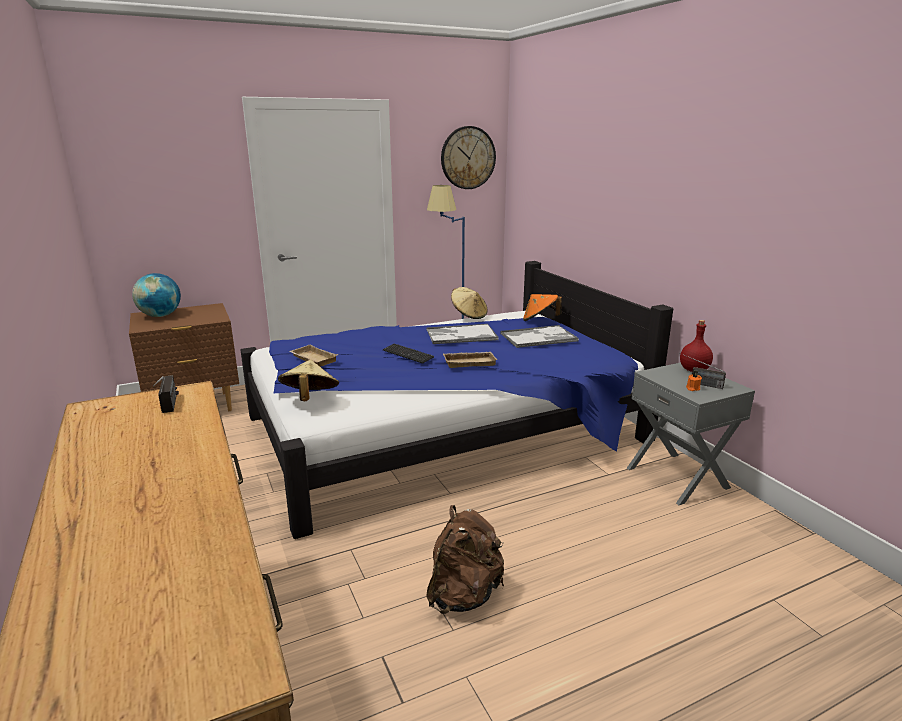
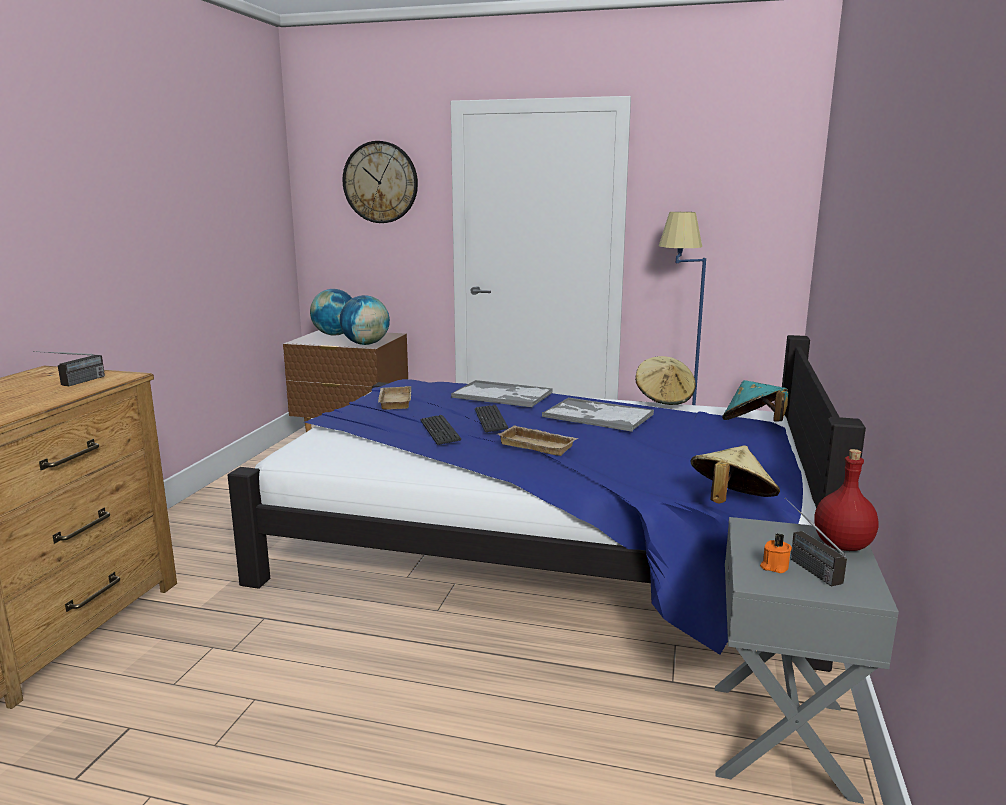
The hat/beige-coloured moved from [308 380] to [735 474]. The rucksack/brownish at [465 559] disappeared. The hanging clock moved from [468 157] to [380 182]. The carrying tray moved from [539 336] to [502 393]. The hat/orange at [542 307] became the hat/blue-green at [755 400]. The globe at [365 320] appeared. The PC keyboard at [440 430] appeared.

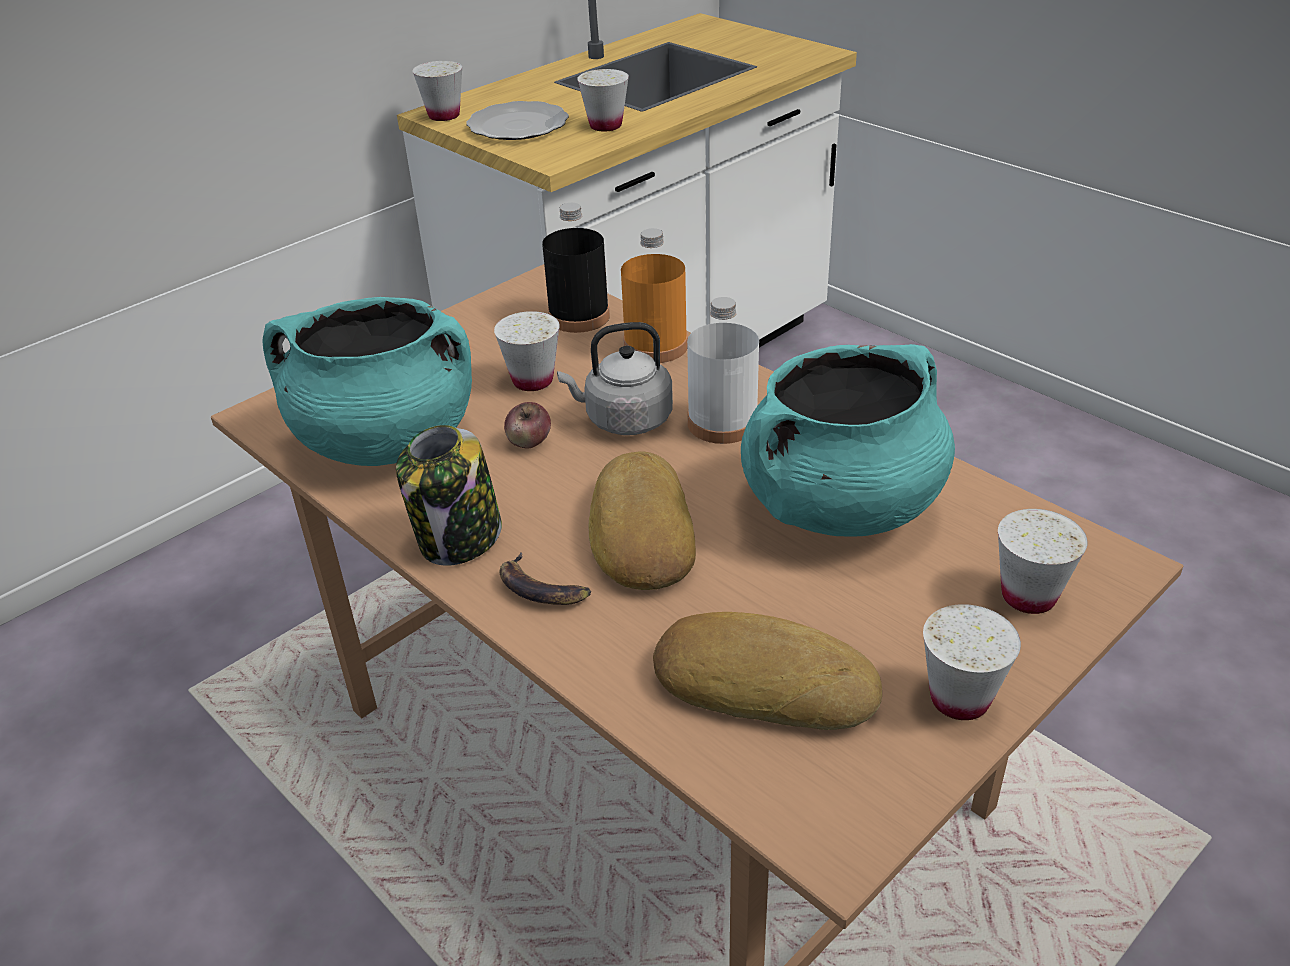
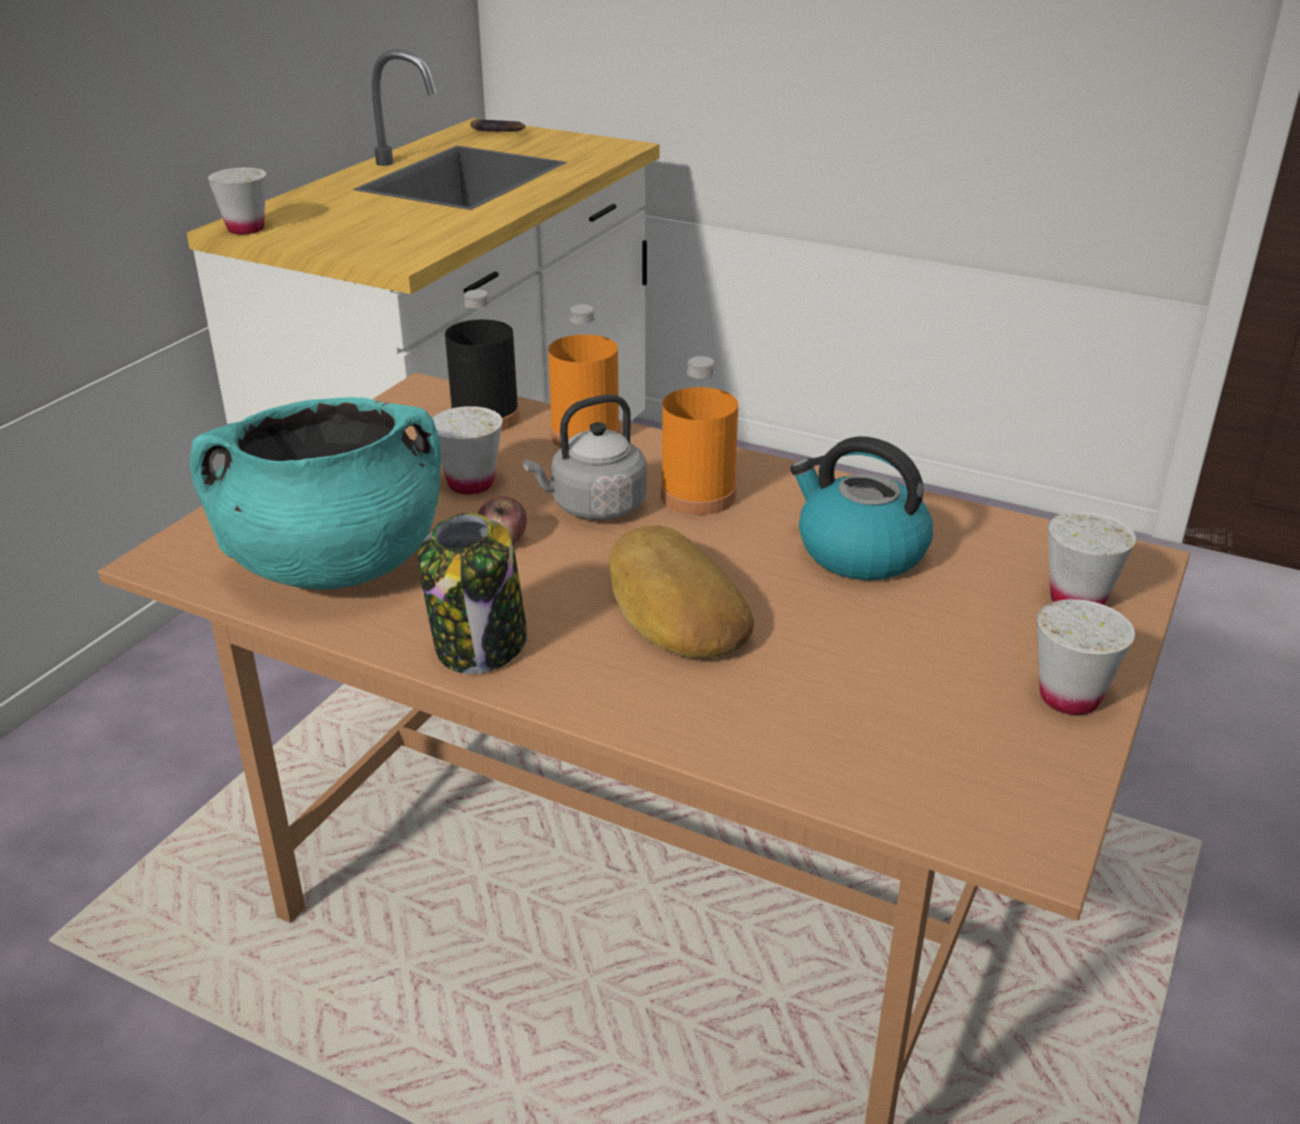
The plate at [517 120] disappeared. The banana fruit moved from [545 578] to [498 126]. The drinking cup/whitish at [603 100] disappeared. The baked bread at [767 671] disappeared. The bottle/whitish at [723 370] became the bottle/orange at [699 435]. The saucepot/blue-green at [848 440] was replaced by the kettle at [861 508].

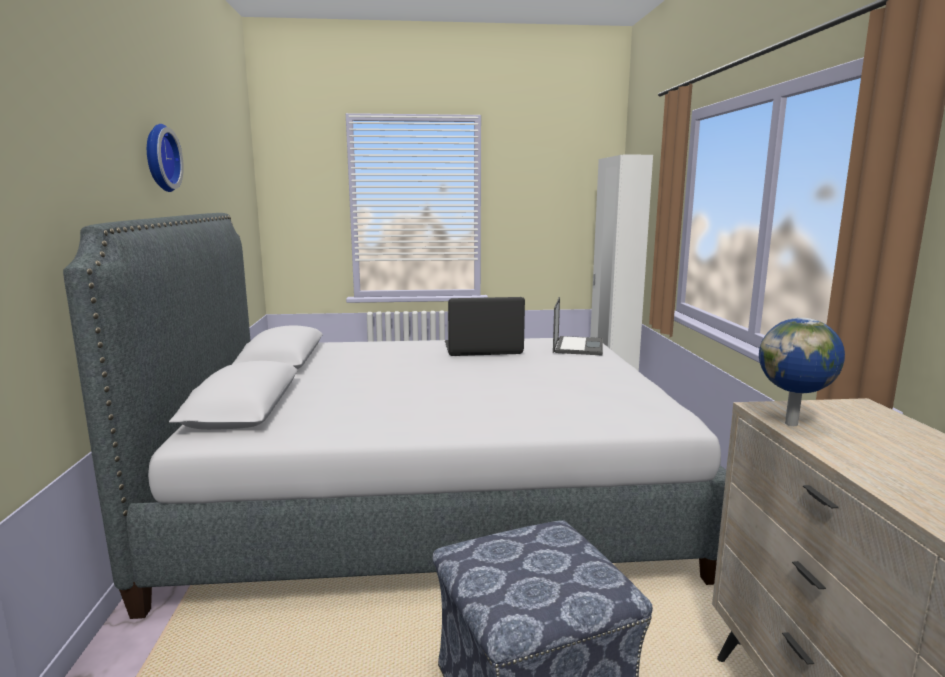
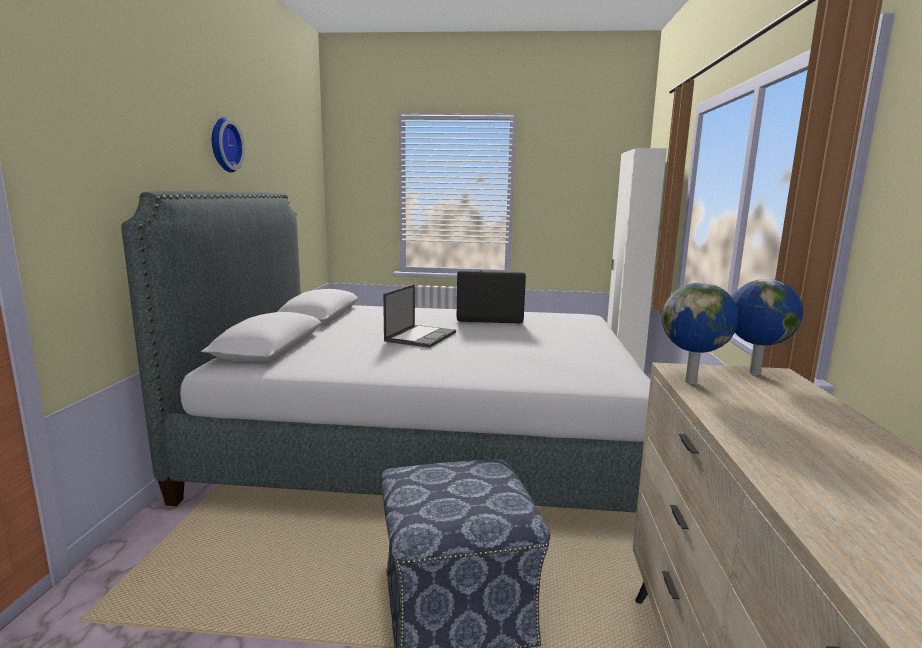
The notebook computer moved from [578 326] to [419 316]. The globe at [767 327] appeared.

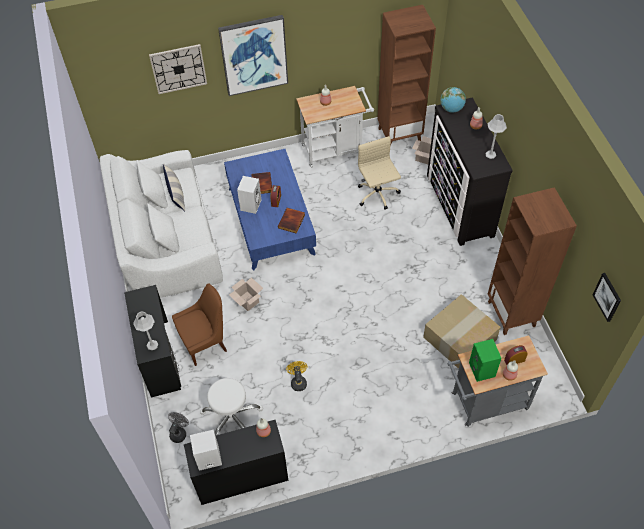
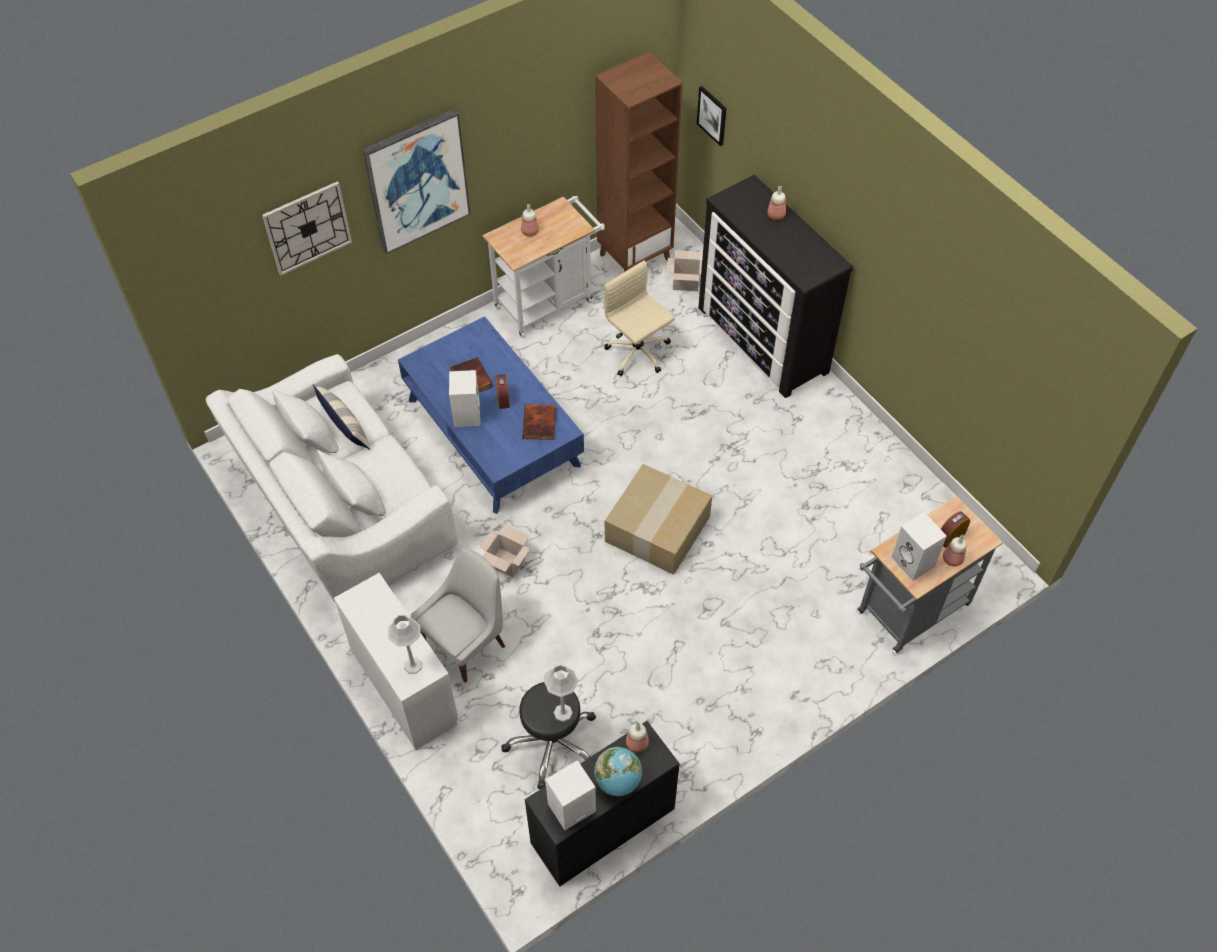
The desk/black at [152 341] became the desk/whitish at [396 661]. The electric fan/gray at [178 427] disappeared. The upright chair/brownish at [199 324] became the upright chair/whitish at [458 615]. The sitting stool/whitish at [231 407] became the sitting stool/black at [549 735]. The electric fan/yellow at [296 376] disappeared. The packing box moved from [462 331] to [658 519]. The globe moved from [453 100] to [618 771]. The speaker/greenish at [485 360] became the speaker/whitish at [919 546]. The tabletop lamp/gray moved from [496 136] to [561 693]. The shelving unit/brownish at [532 261] disappeared. The wall picture moved from [607 297] to [711 116].

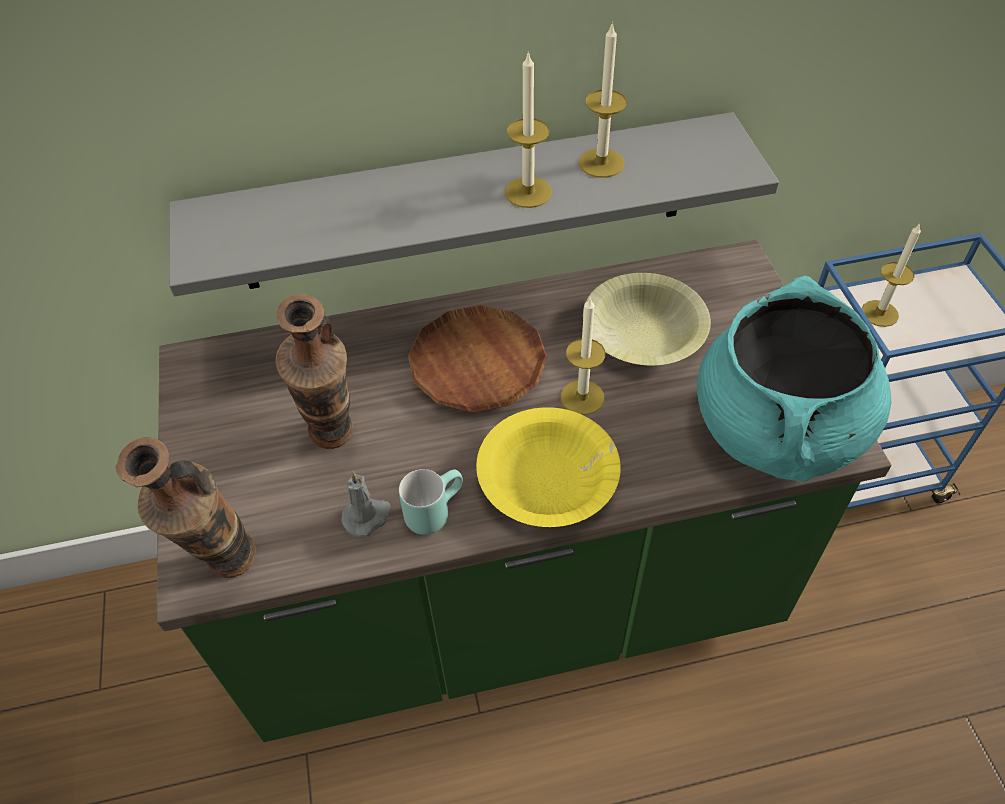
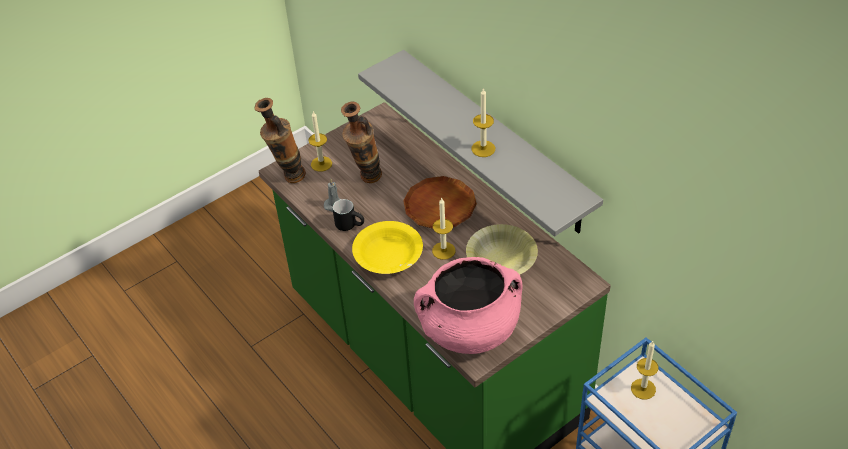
The coffee mug/blue-green at [431 502] became the coffee mug/black at [348 215]. The wax candle moved from [603 100] to [320 141]. The saucepot/blue-green at [794 379] became the saucepot/pink-coloured at [468 305].

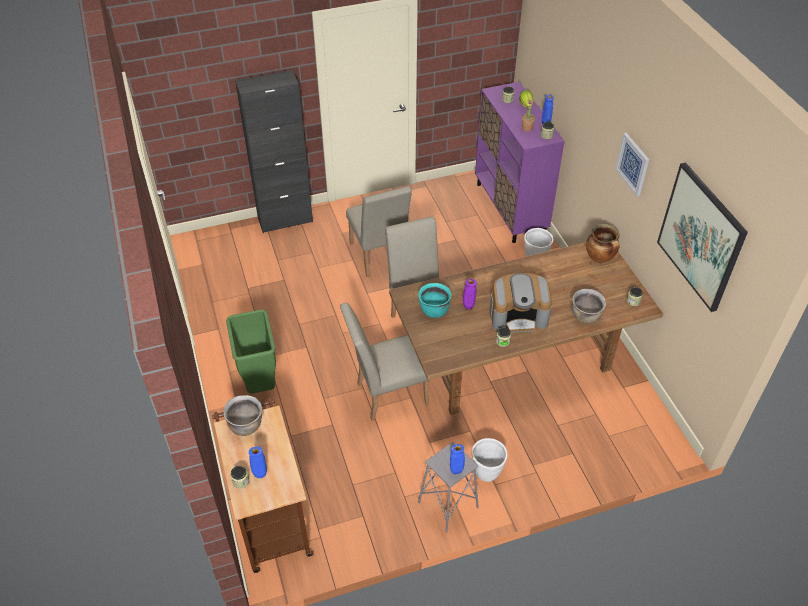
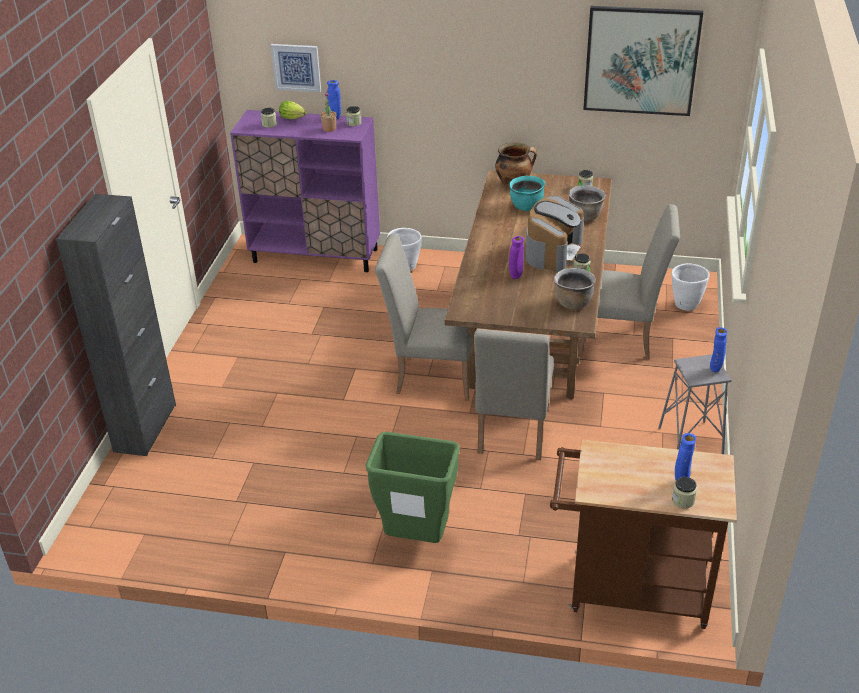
The saucepot/brownish moved from [242 415] to [575 289]. The upright chair/beige-coloured moved from [379 231] to [629 281]. The saucepot/blue-green moved from [435 300] to [527 193]. The planter/whitish moved from [490 460] to [690 287]. The wall picture moved from [632 164] to [296 68].

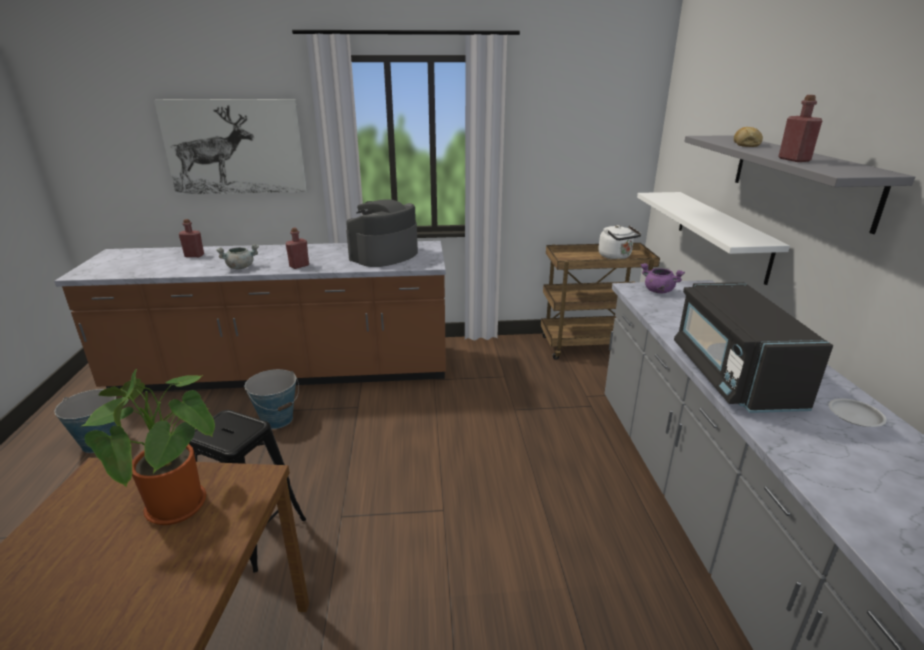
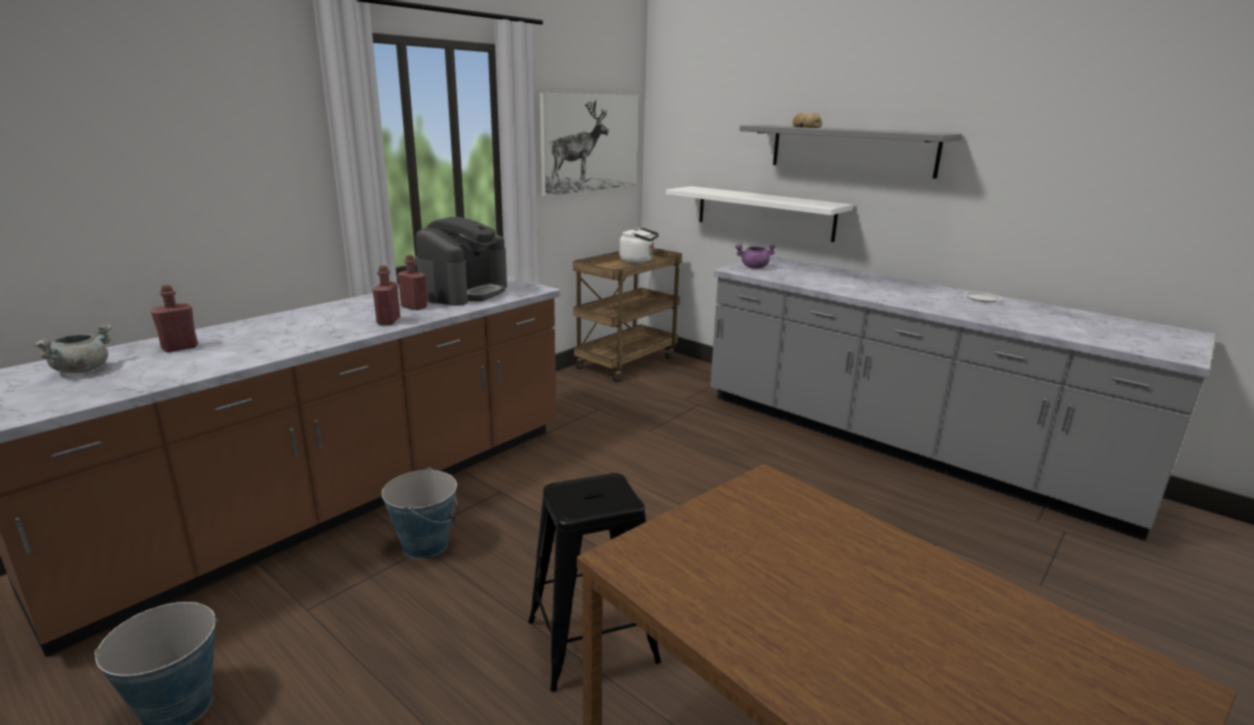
The houseplant at [148 447] disappeared. The wall picture moved from [230 147] to [589 144]. The saucepot/gray moved from [237 256] to [73 348]. The coffee brewer at [382 233] turned 150 degrees counterclockwise. The microwave/black at [753 347] disappeared. The bottle/red-coloured moved from [800 128] to [412 282].

